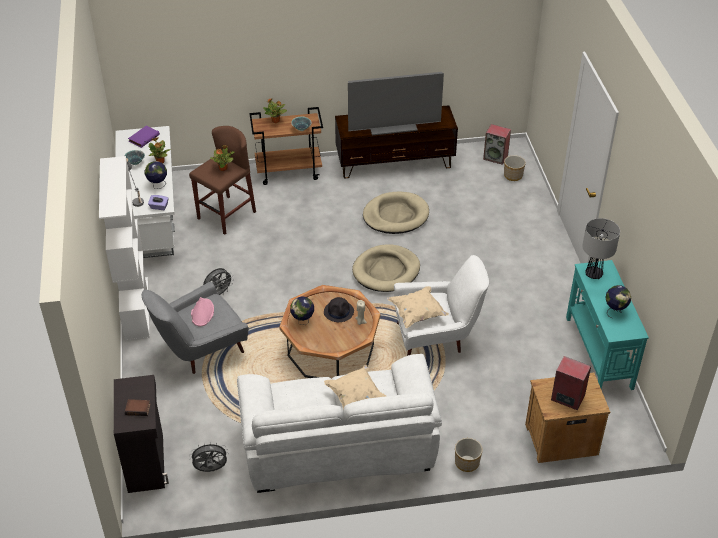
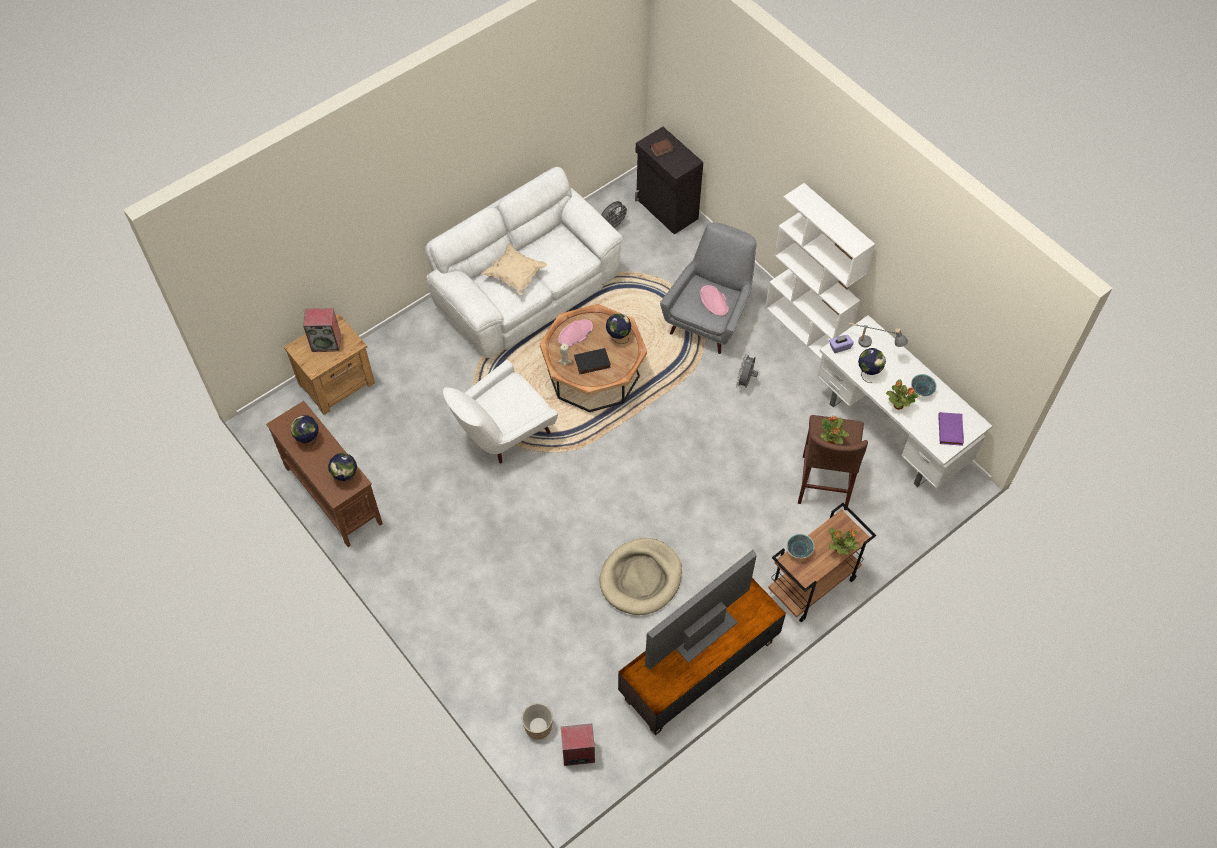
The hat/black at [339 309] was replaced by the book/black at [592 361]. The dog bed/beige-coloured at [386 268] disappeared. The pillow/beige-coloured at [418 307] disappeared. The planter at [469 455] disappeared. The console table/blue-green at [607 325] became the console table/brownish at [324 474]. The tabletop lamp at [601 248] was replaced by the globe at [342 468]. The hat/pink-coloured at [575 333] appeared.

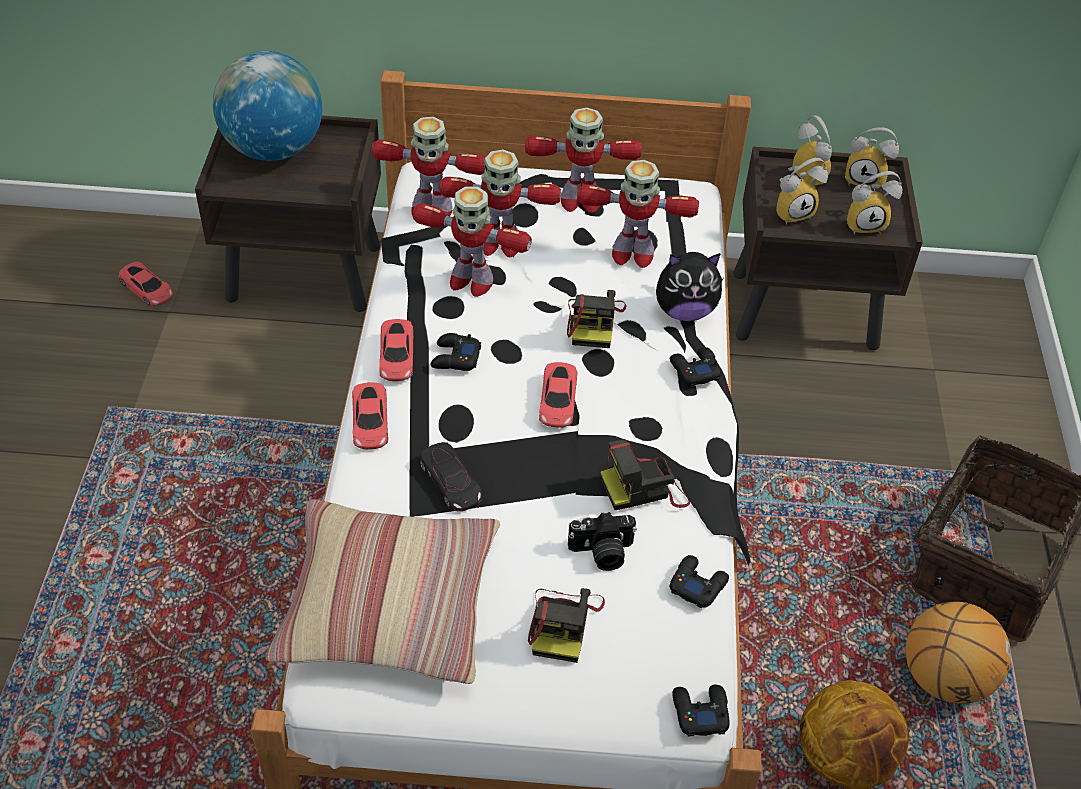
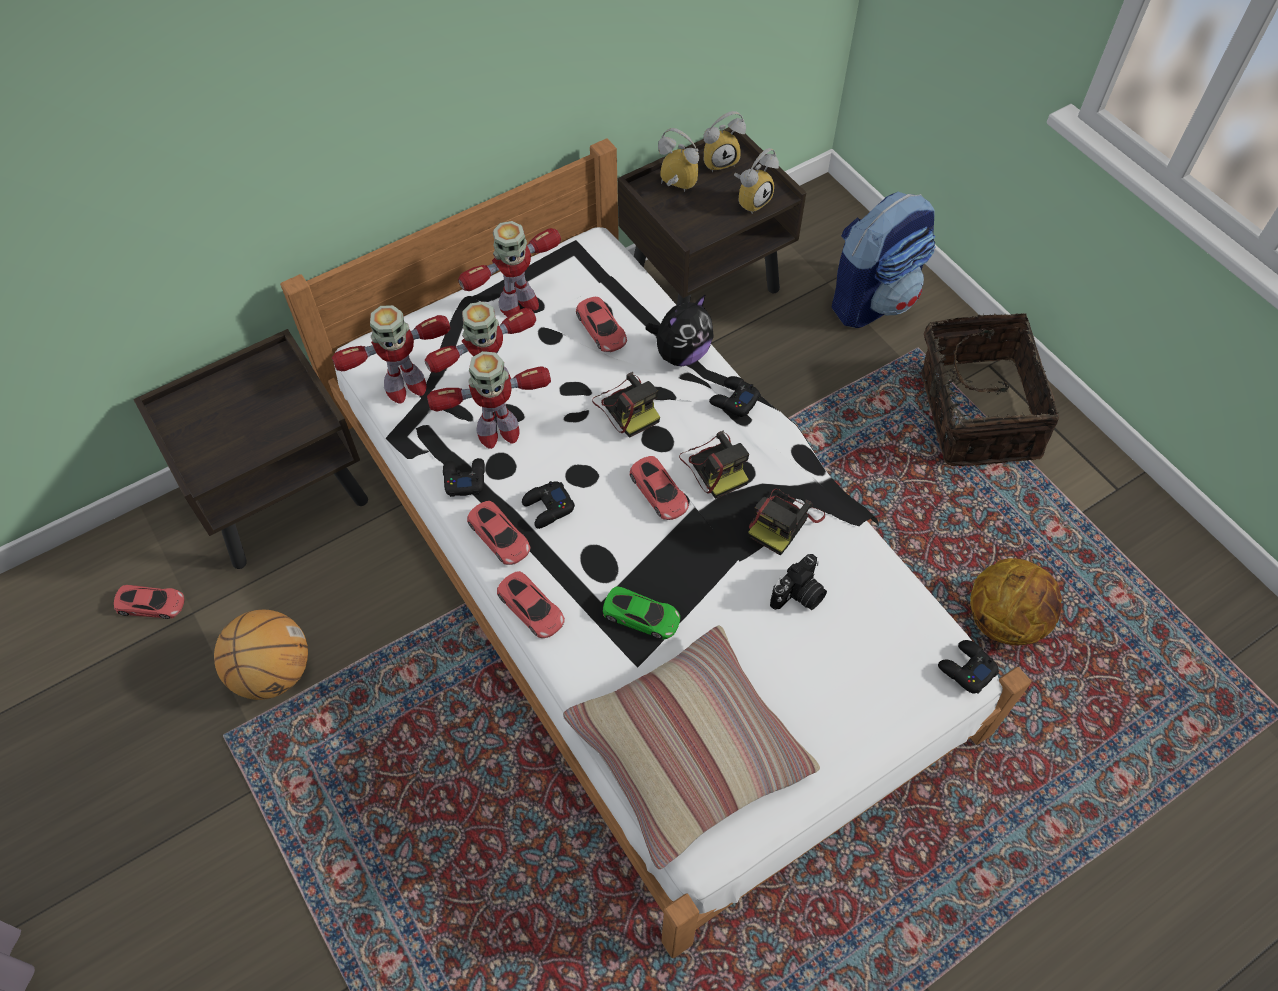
The globe at [267 106] disappeared. The toy car/black at [451 476] became the toy car/greenish at [641 613]. The photo camera moved from [566 625] to [714 465]. The toy robot at [638 214] was replaced by the toy car/red-coloured at [601 324]. The joypad/black moved from [699 581] to [464 477]. The table clock at [802 191] disappeared. The basketball moved from [958 653] to [261 655]. The rucksack at [883 260] appeared.

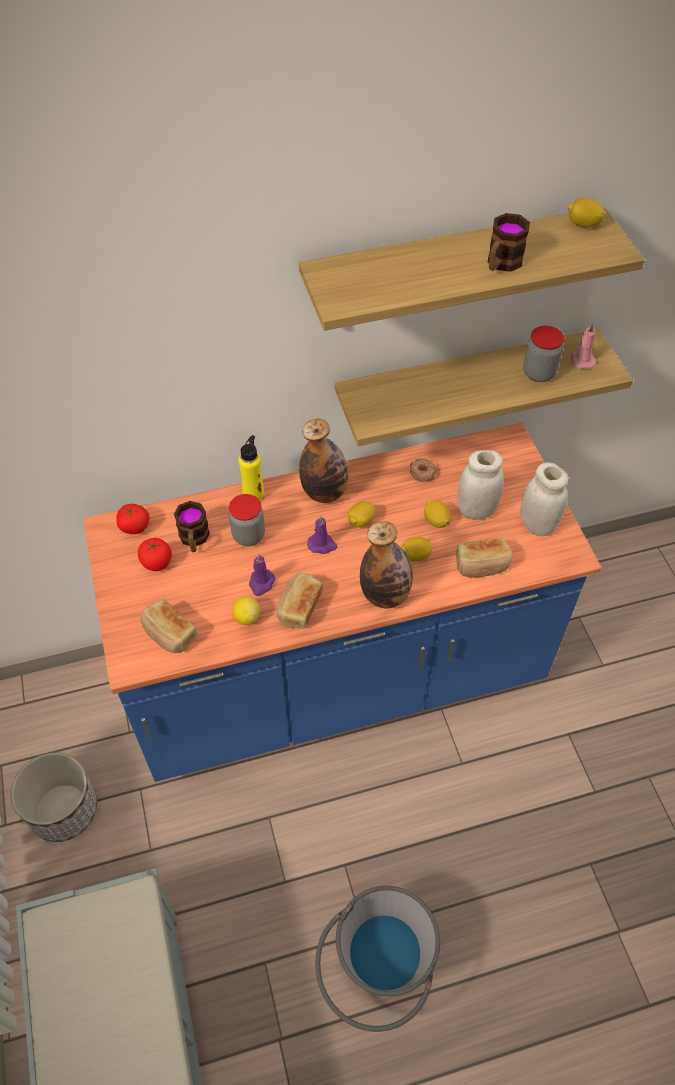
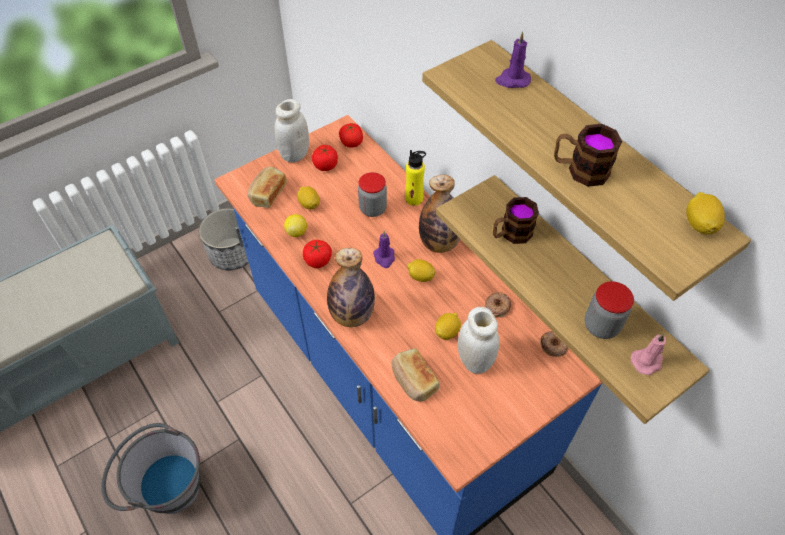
The coffee mug moved from [192 526] to [516 220]. The wax candle/purple-coloured moved from [262 574] to [513 59]. The baked bread at [300 601] was replaced by the whole tomato at [317 254]. The whole lemon moved from [417 549] to [308 197]. The storage jar/whitish moved from [544 499] to [291 130]. The donut at [554 344] appeared.

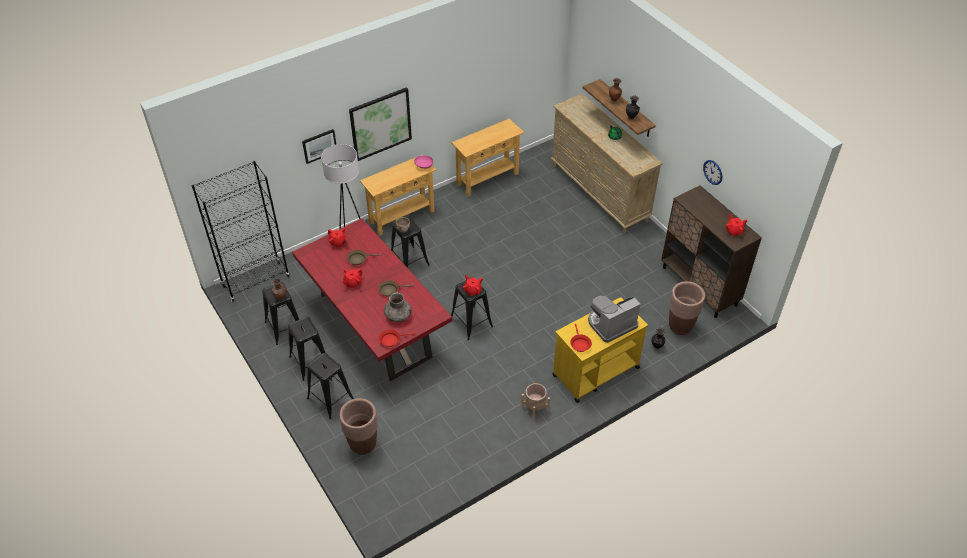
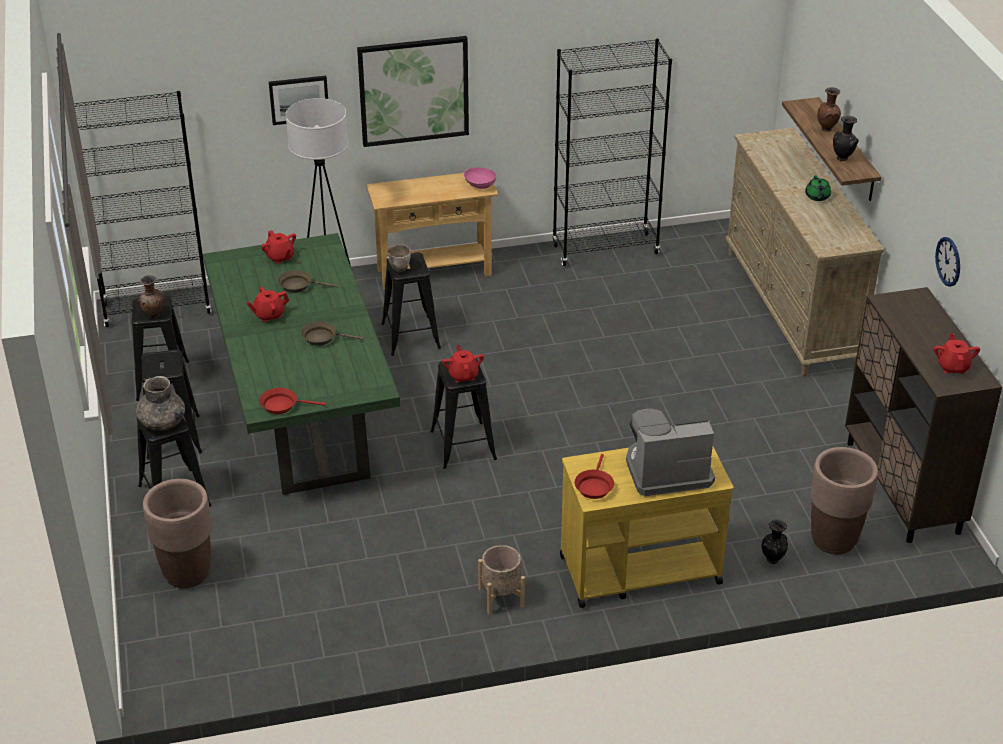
The dining table/red-coloured at [372 300] became the dining table/greenish at [301 364]. The vase/gray moved from [398 307] to [160 403]. The console table/beige-coloured at [487 157] was replaced by the shelving unit/black at [612 152].

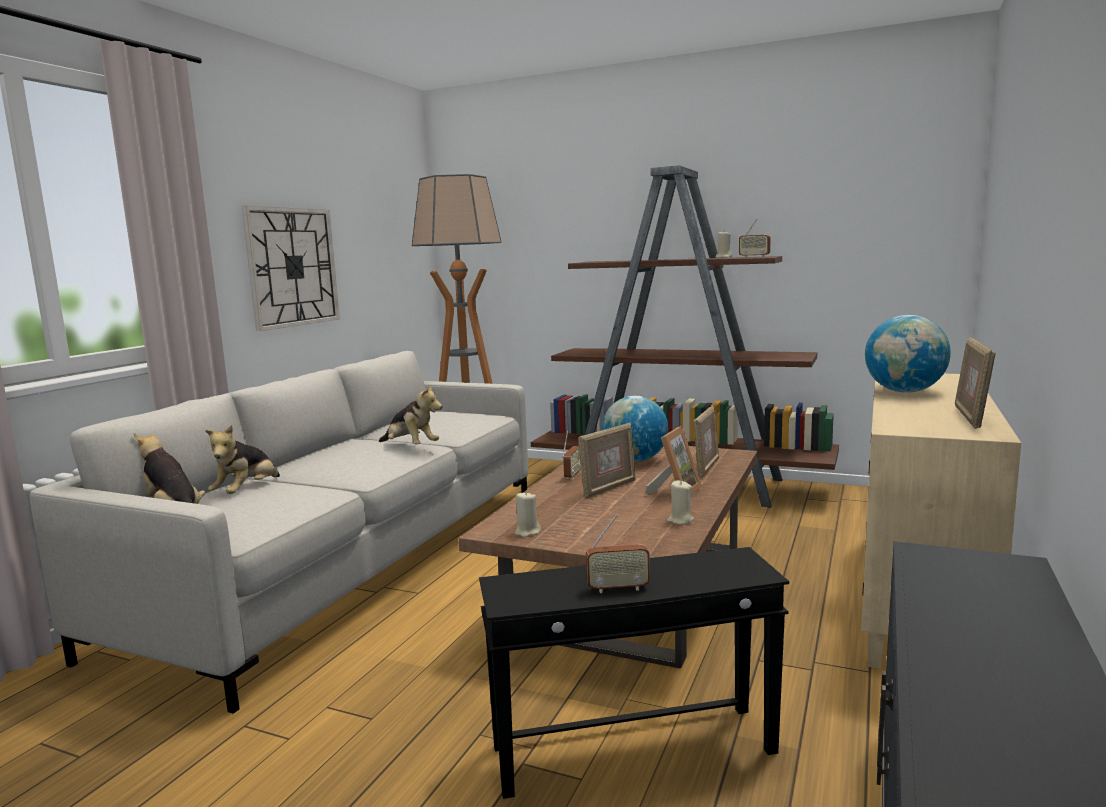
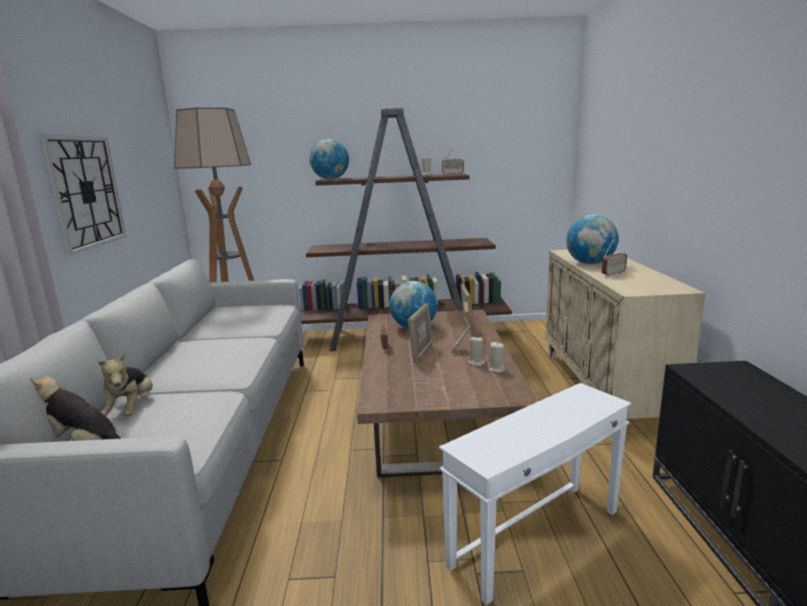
The plush toy at [410 414] disappeared. The side table/black at [634 673] became the side table/whitish at [535 494]. The wax candle/beige-coloured moved from [528 514] to [476 351]. The radio set moved from [618 553] to [614 258]. The picture frame at [975 383] disappeared. The globe at [329 159] appeared.

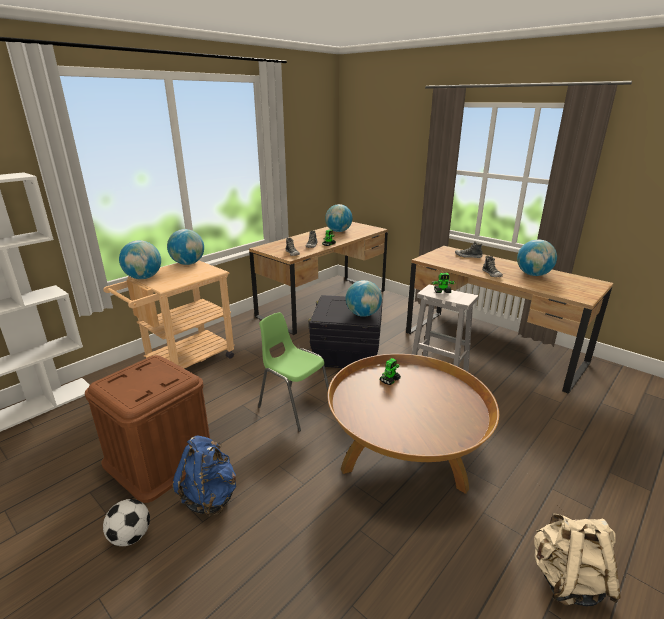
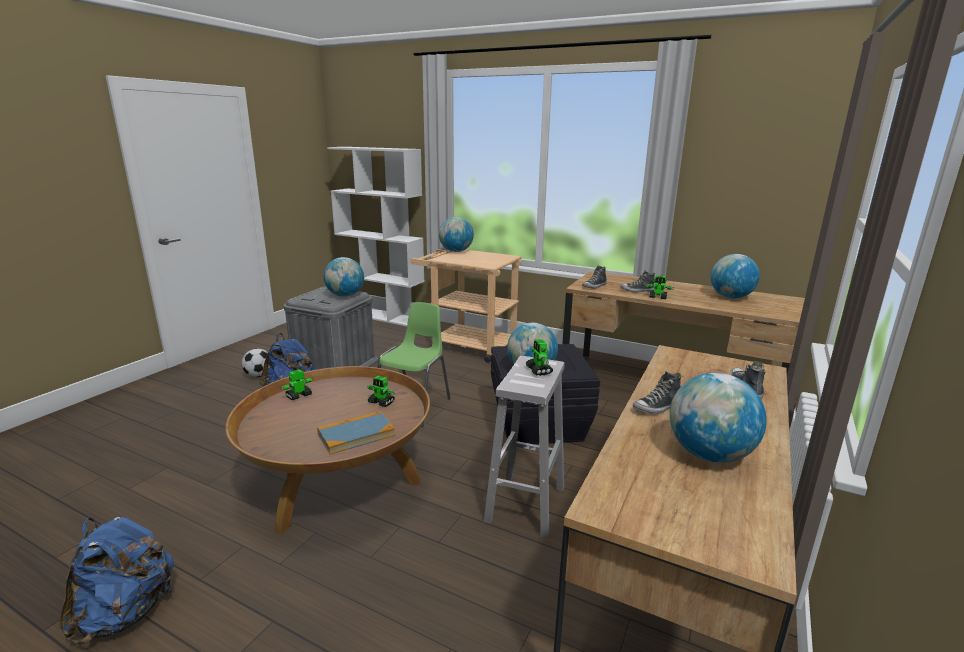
The storage box/brownish at [147 429] became the storage box/gray at [330 328]. The globe moved from [185 247] to [344 277]. The rucksack/beige-coloured at [577 560] became the rucksack/blue at [116 581]. The toy robot at [297 384] appeared. The book at [356 433] appeared.

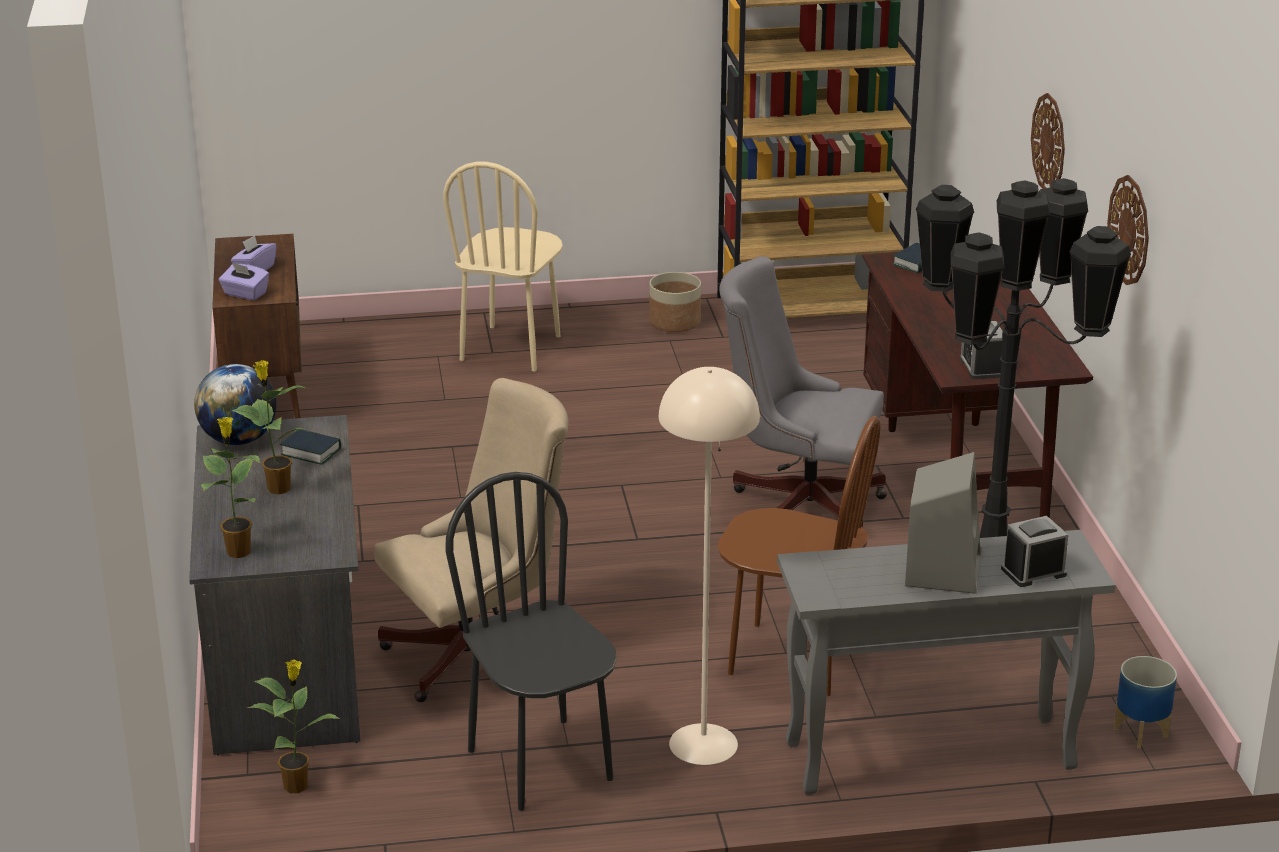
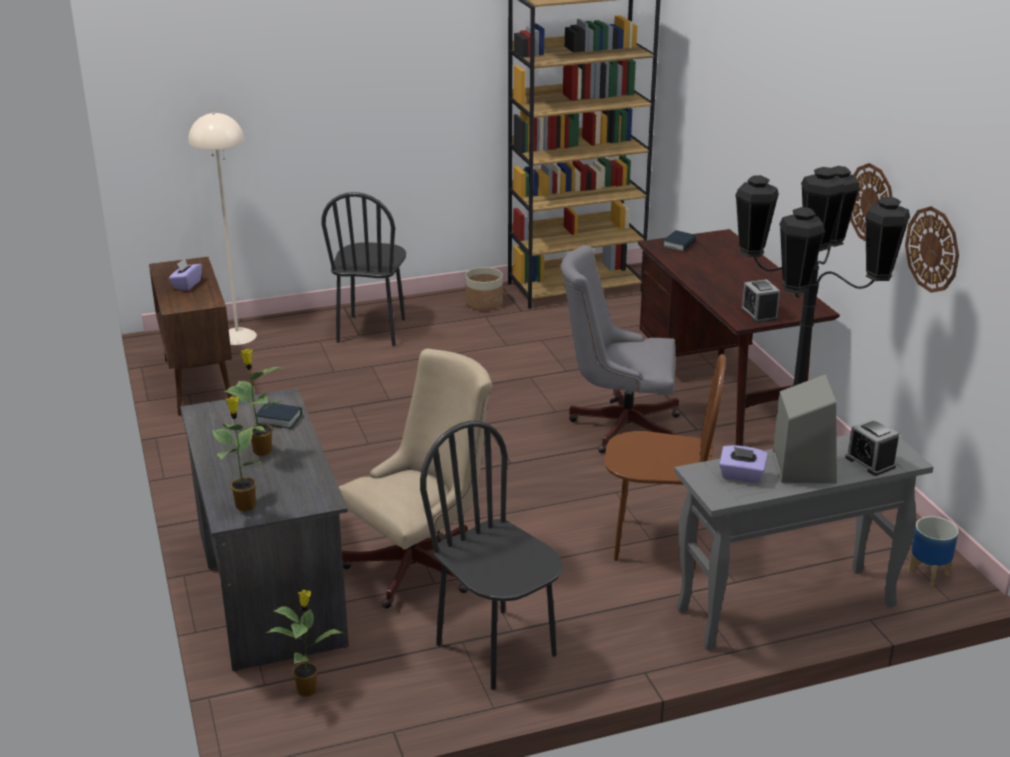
The globe at [235 404] disappeared. The box of tissues/purple-coloured moved from [244 282] to [743 464]. The upright chair/beige-coloured at [503 266] became the upright chair/black at [364 269]. The standard lamp/beige-coloured moved from [709 566] to [222 228]. The table clock at [1034 551] turned 90 degrees counterclockwise. The hanging clock moved from [1048 141] to [932 249].

